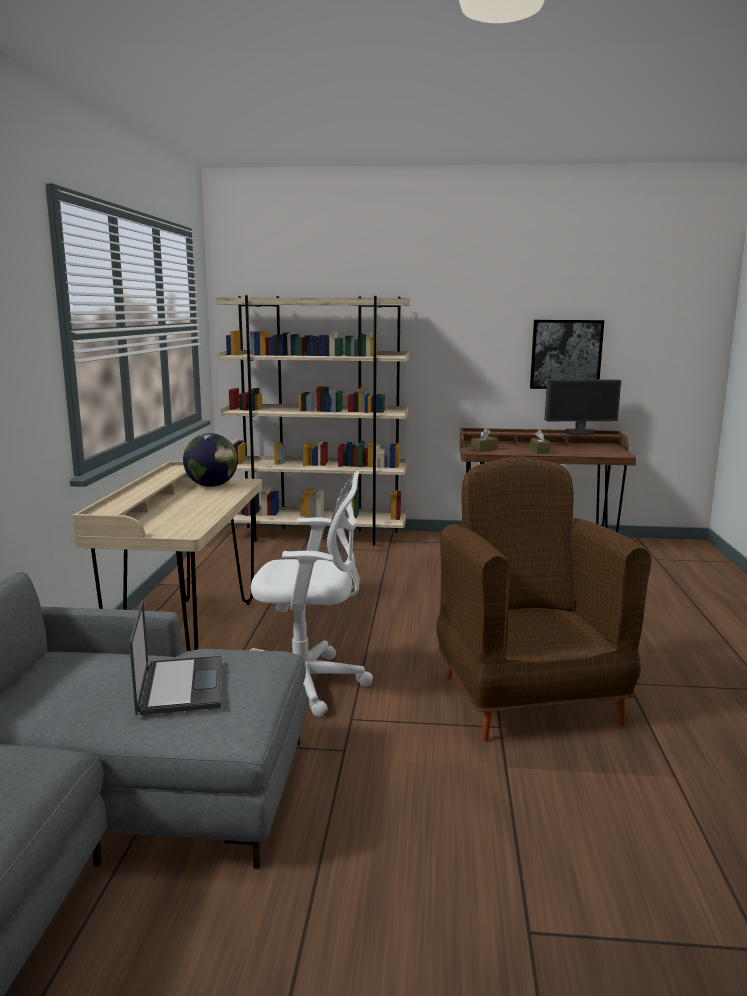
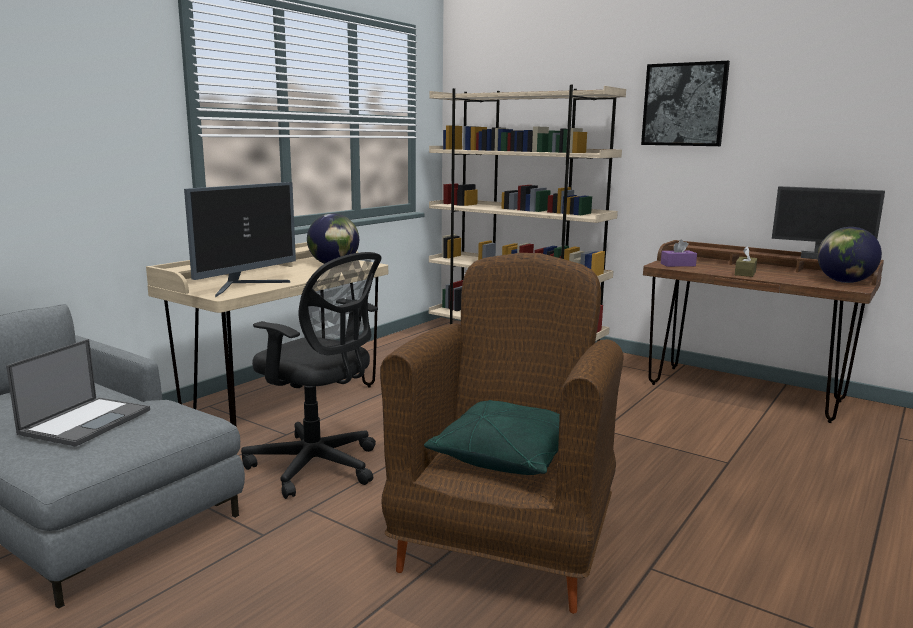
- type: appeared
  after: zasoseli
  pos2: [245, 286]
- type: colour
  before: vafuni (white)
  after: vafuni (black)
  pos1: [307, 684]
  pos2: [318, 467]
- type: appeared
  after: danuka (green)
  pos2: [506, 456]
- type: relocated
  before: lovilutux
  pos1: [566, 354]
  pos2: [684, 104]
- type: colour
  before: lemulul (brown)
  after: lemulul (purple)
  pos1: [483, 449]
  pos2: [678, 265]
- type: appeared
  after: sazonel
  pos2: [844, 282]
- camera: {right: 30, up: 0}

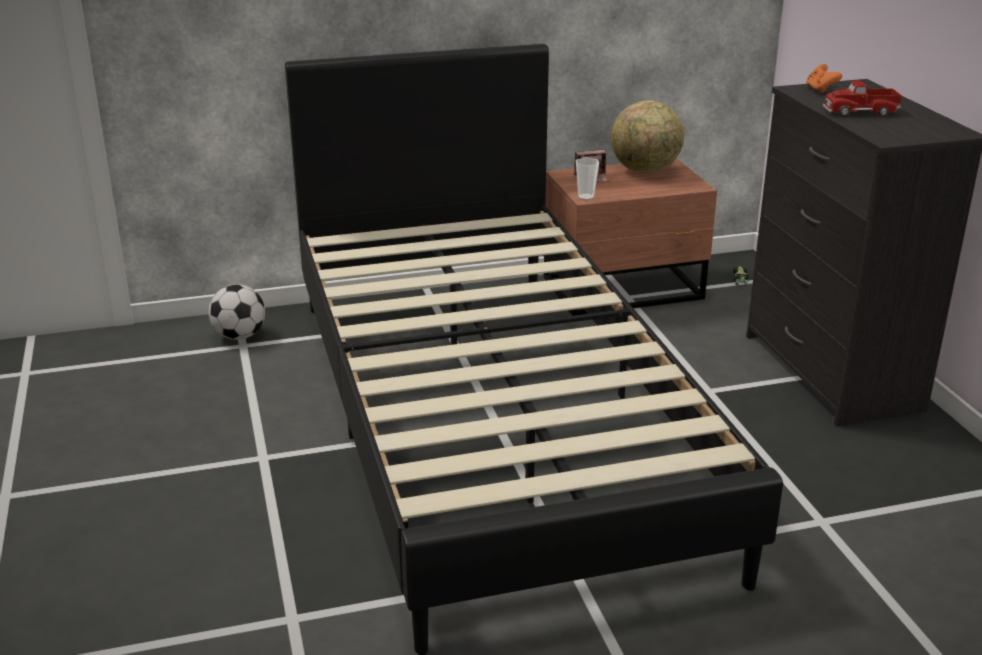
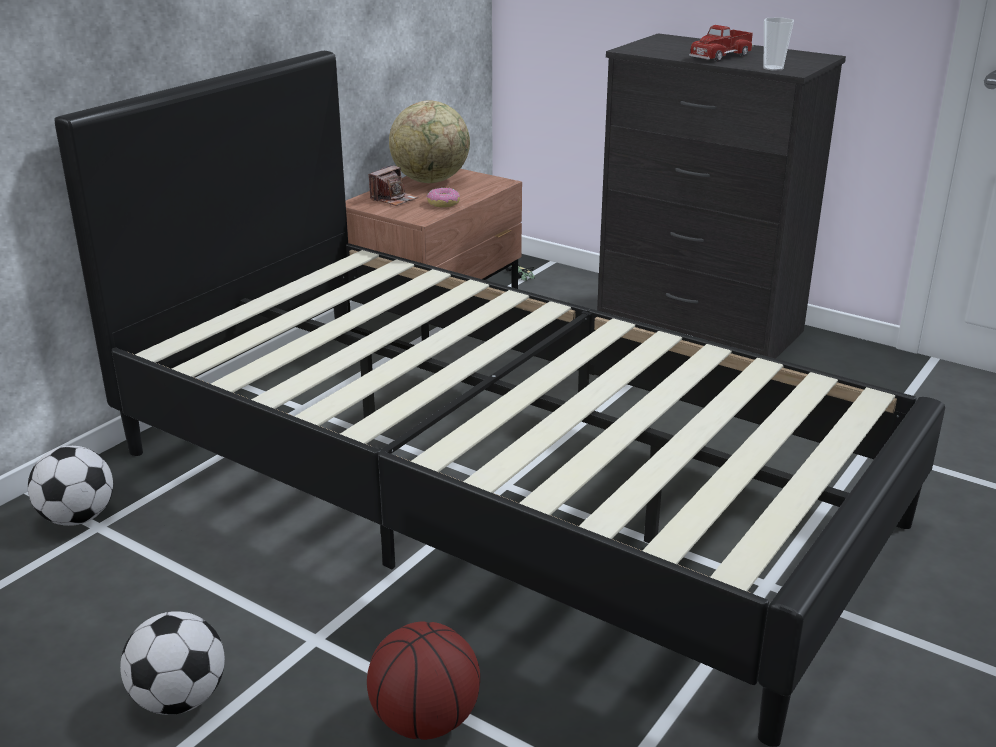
- type: appeared
  after: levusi
  pos2: [180, 699]
- type: appeared
  after: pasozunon
  pos2: [426, 721]
- type: appeared
  after: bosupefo
  pos2: [443, 204]
- type: relocated
  before: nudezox
  pos1: [585, 197]
  pos2: [773, 68]
- type: missing
  before: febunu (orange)
  pos1: [820, 90]
- camera: {right: -40, up: 0}

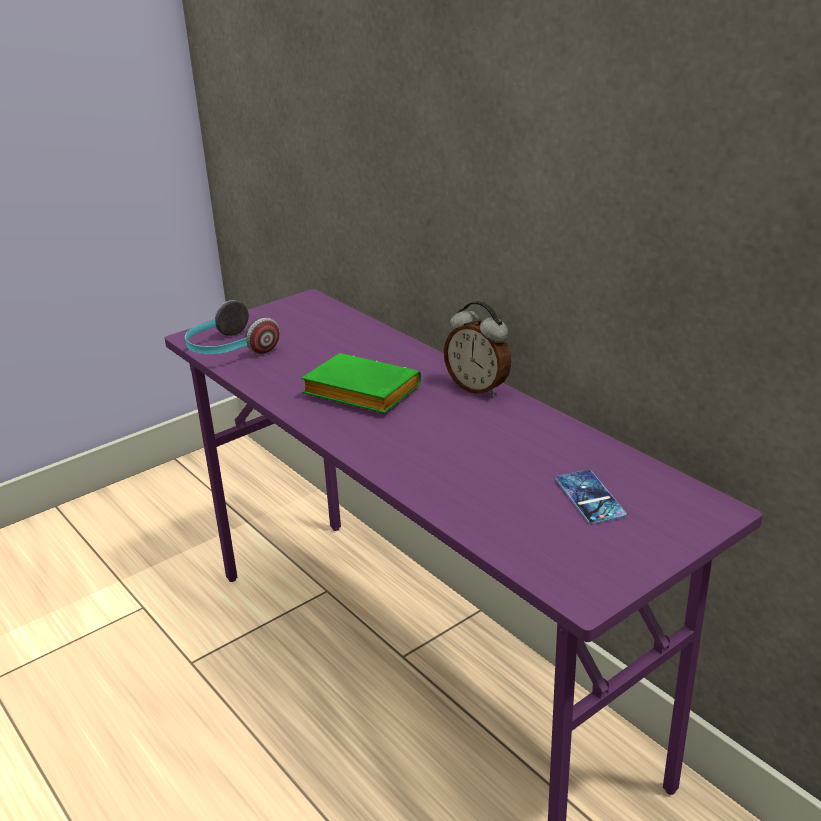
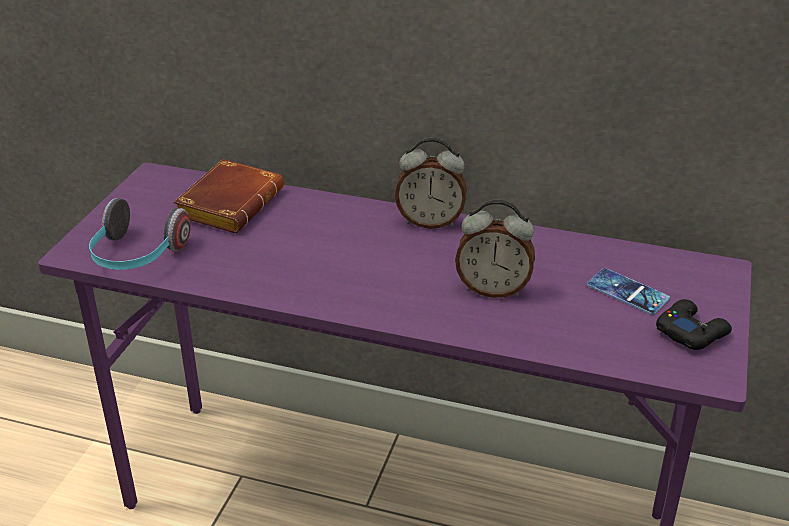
- type: appeared
  after: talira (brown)
  pos2: [229, 203]
- type: appeared
  after: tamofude
  pos2: [493, 289]
- type: appeared
  after: febunu (black)
  pos2: [691, 332]
- type: missing
  before: talira (green)
  pos1: [358, 393]
- camera: {right: -35, up: 5}

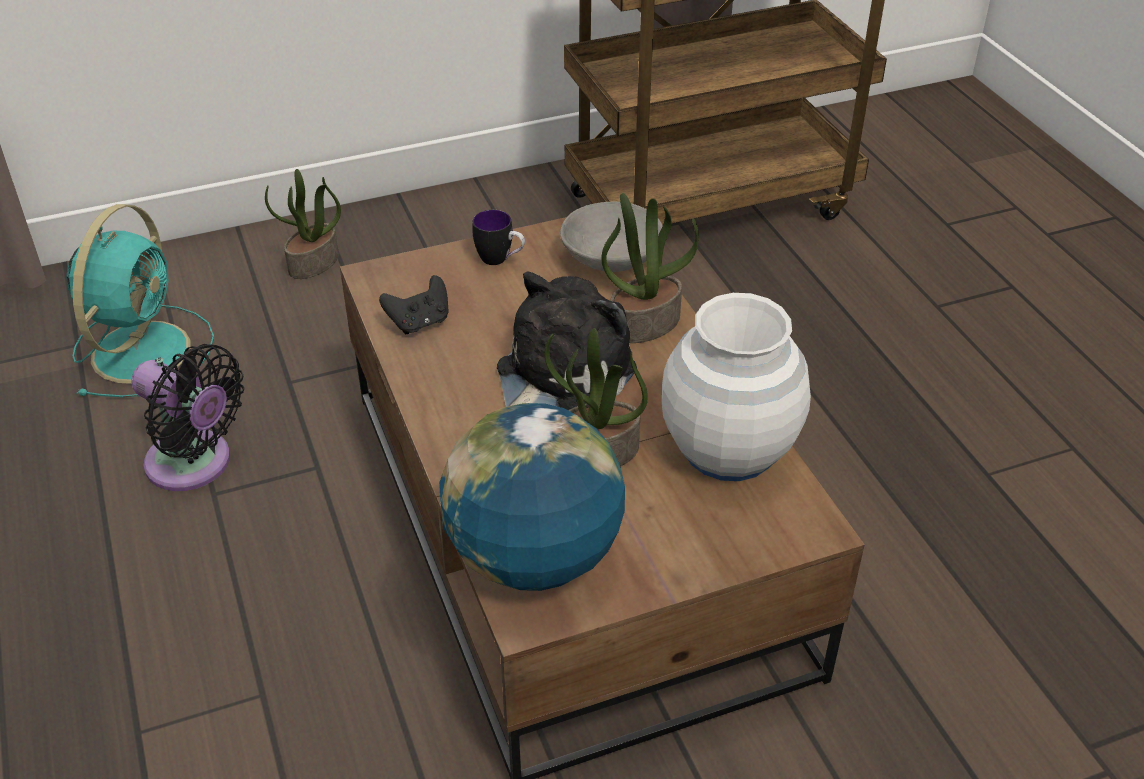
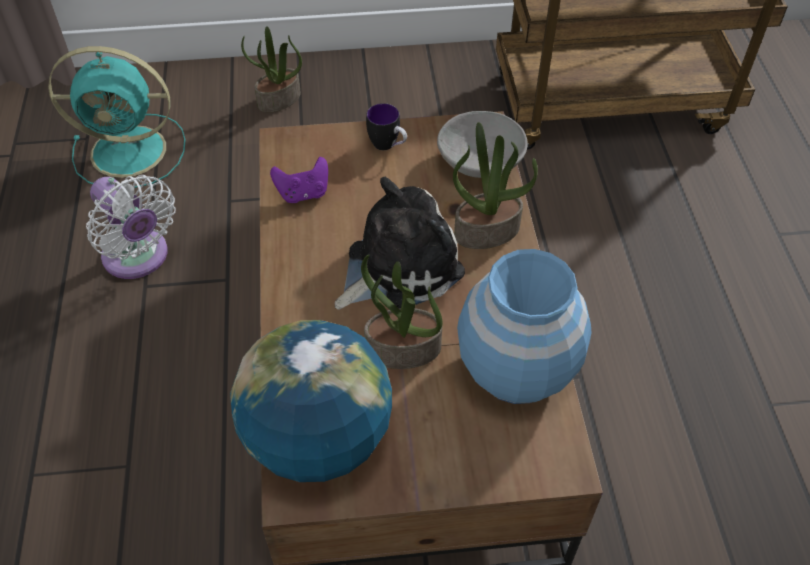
- type: spun
  before: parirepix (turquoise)
  pos1: [143, 349]
  pos2: [132, 151]
  turn: 60
- type: colour
  before: parirepix (black)
  after: parirepix (white)
  pos1: [195, 465]
  pos2: [139, 258]
- type: colour
  before: febunu (black)
  after: febunu (purple)
  pos1: [419, 322]
  pos2: [303, 193]
- type: colour
  before: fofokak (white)
  after: fofokak (blue)
  pos1: [728, 448]
  pos2: [516, 369]
- camera: {right: 15, up: 10}

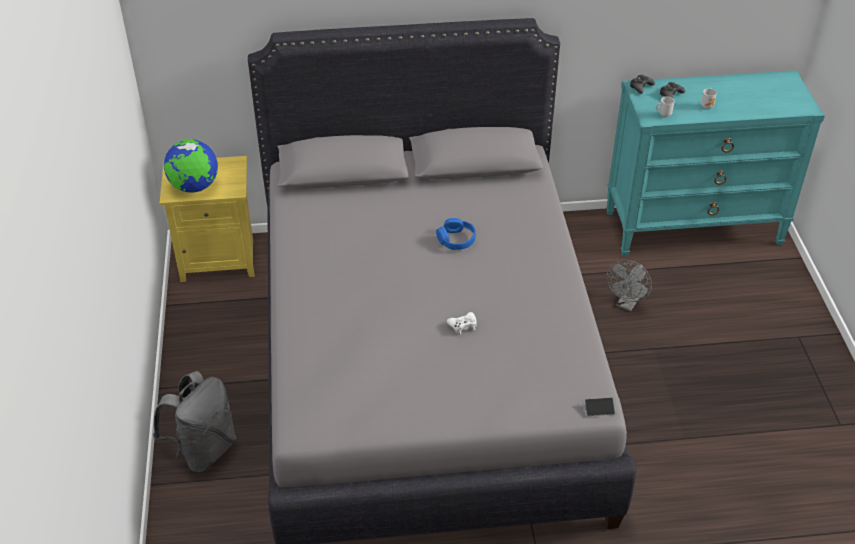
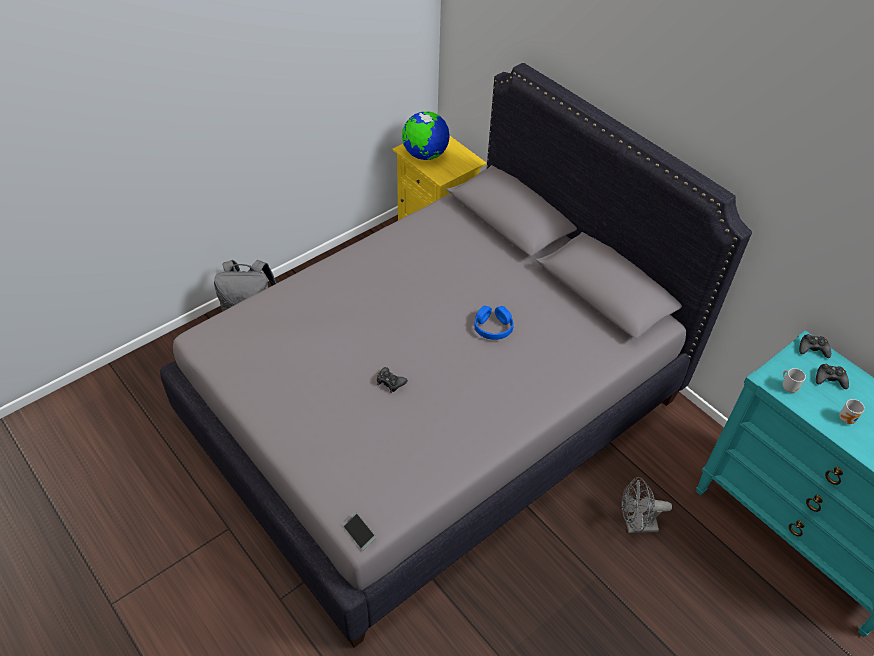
- type: colour
  before: febunu (white)
  after: febunu (black)
  pos1: [463, 325]
  pos2: [390, 382]
- camera: {right: 55, up: 5}

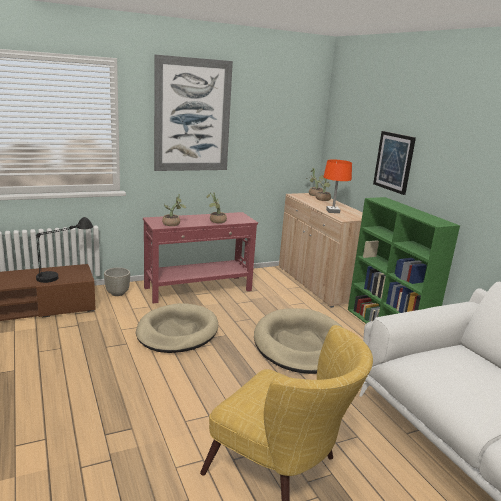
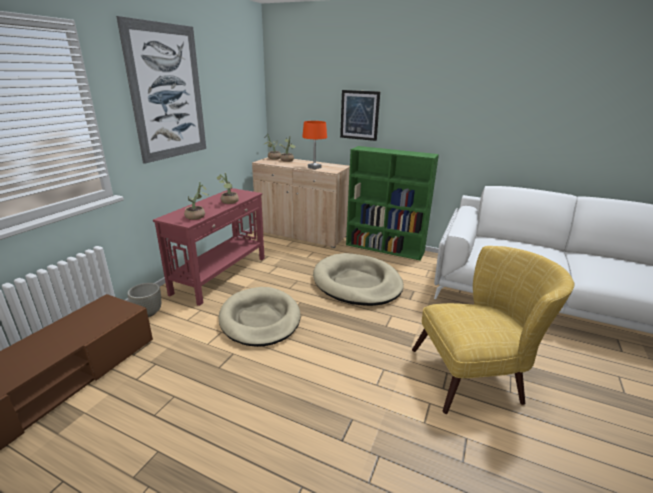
- type: missing
  before: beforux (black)
  pos1: [64, 273]
- camera: {right: -40, up: 5}

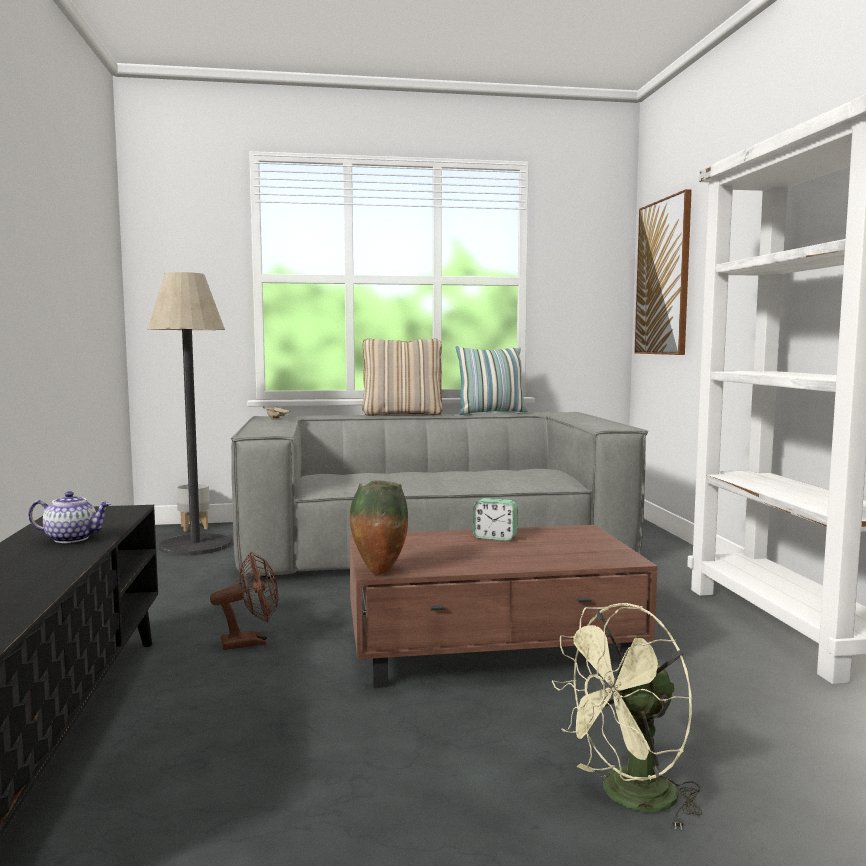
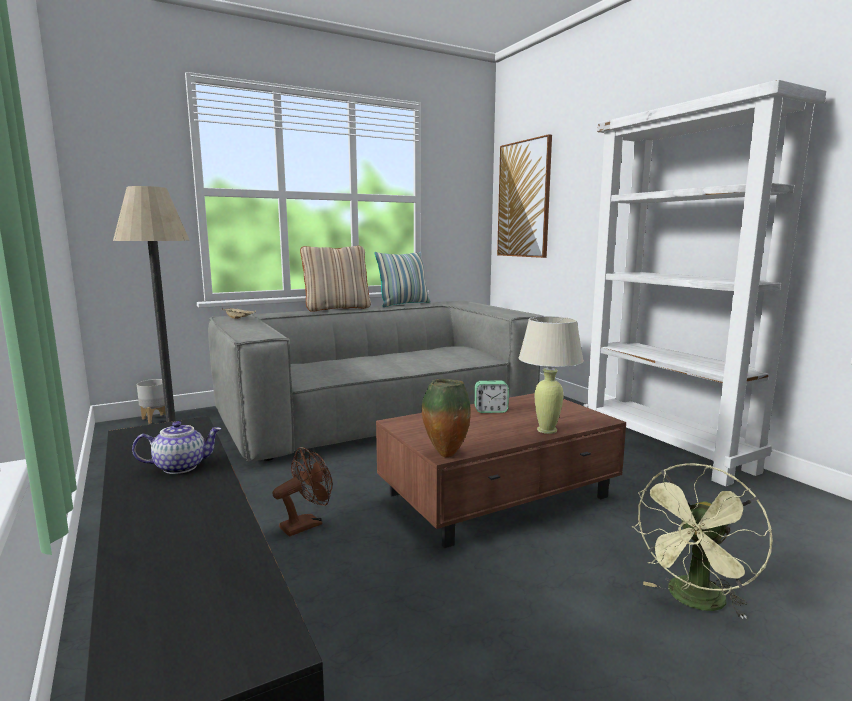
- type: appeared
  after: beforux (beige)
  pos2: [547, 430]
- camera: {right: -20, up: 5}

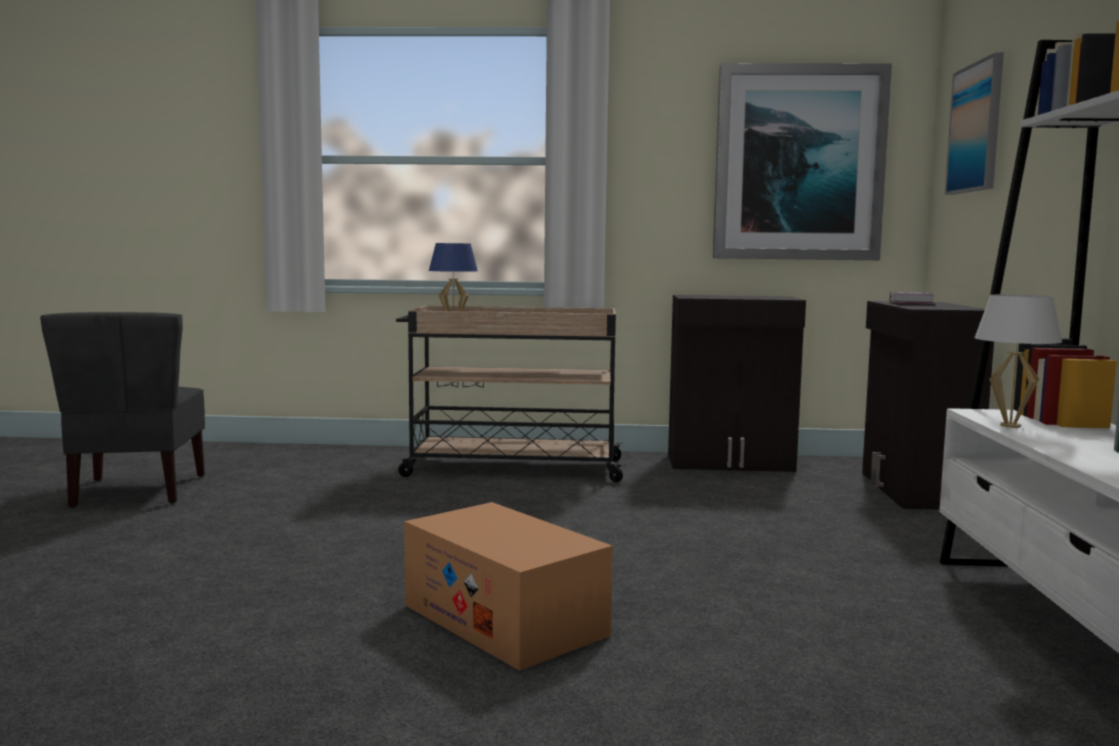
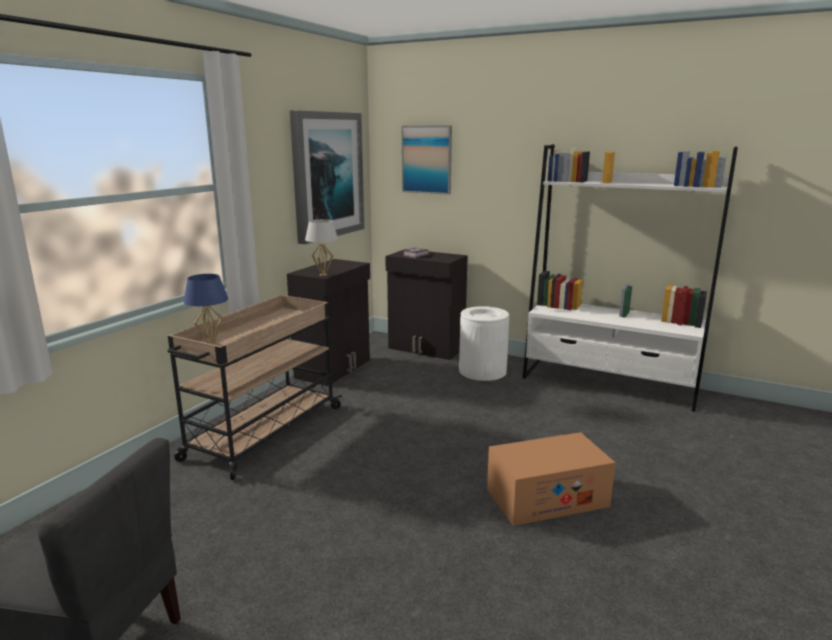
- type: relocated
  before: beforux (white)
  pos1: [1010, 426]
  pos2: [323, 275]
- type: appeared
  after: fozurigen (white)
  pos2: [483, 371]
- camera: {right: -65, up: 10}

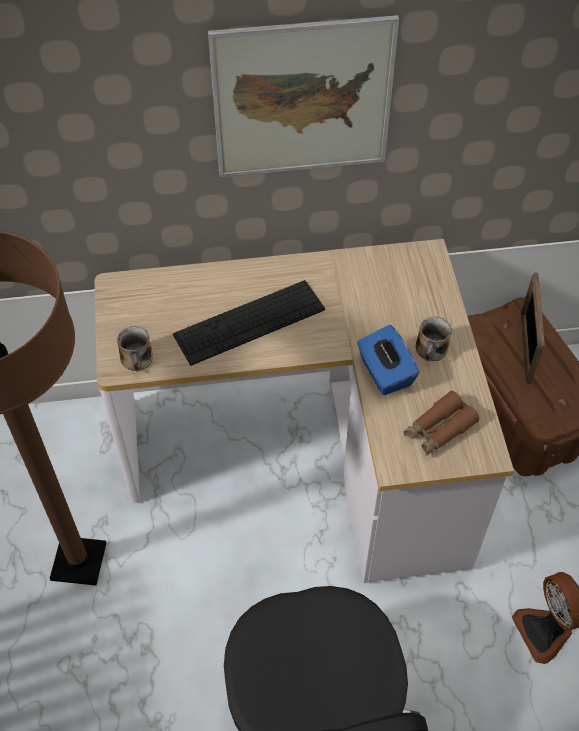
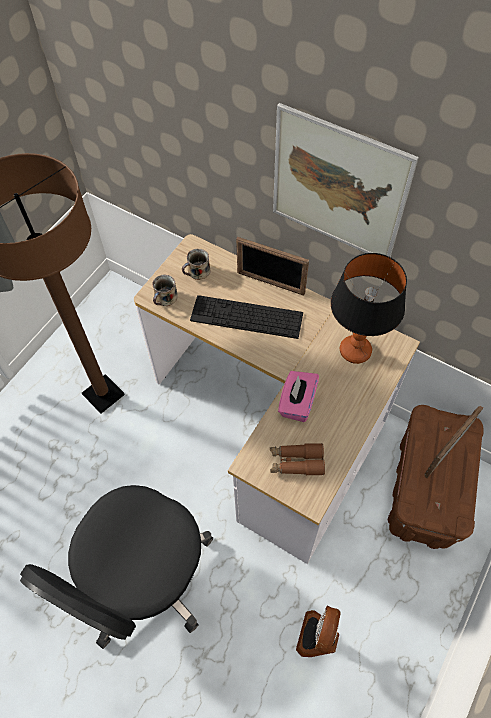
- type: relocated
  before: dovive
  pos1: [431, 350]
  pos2: [197, 271]
- type: appeared
  after: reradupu
  pos2: [270, 283]
- type: colour
  before: lemulul (blue)
  after: lemulul (pink)
  pos1: [384, 373]
  pos2: [297, 403]
- type: appeared
  after: beforux
  pos2: [355, 351]
- camera: {right: 40, up: 5}

